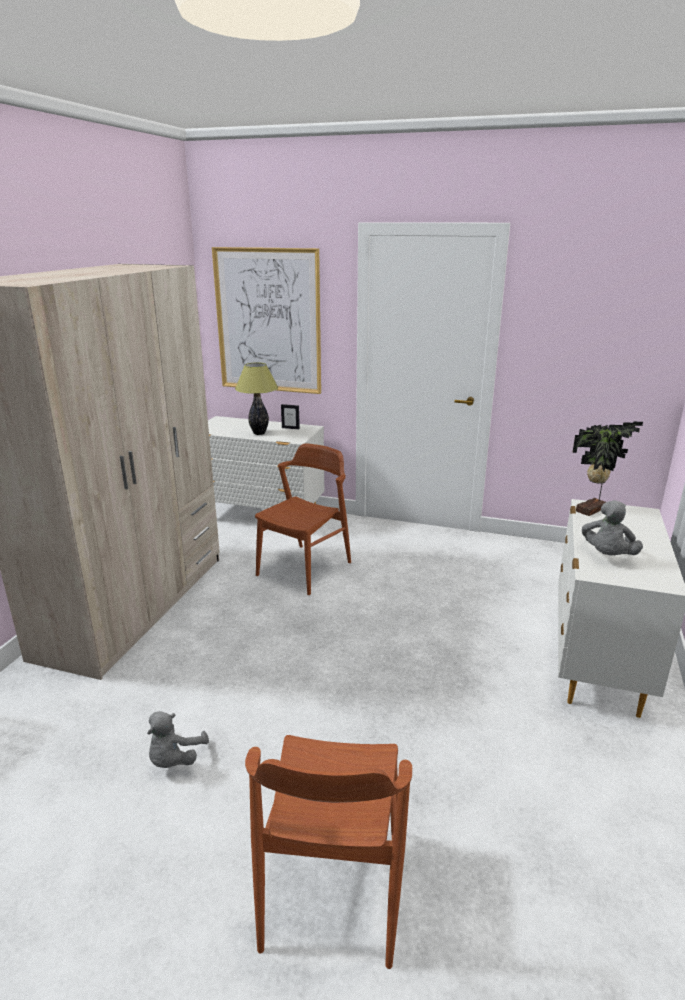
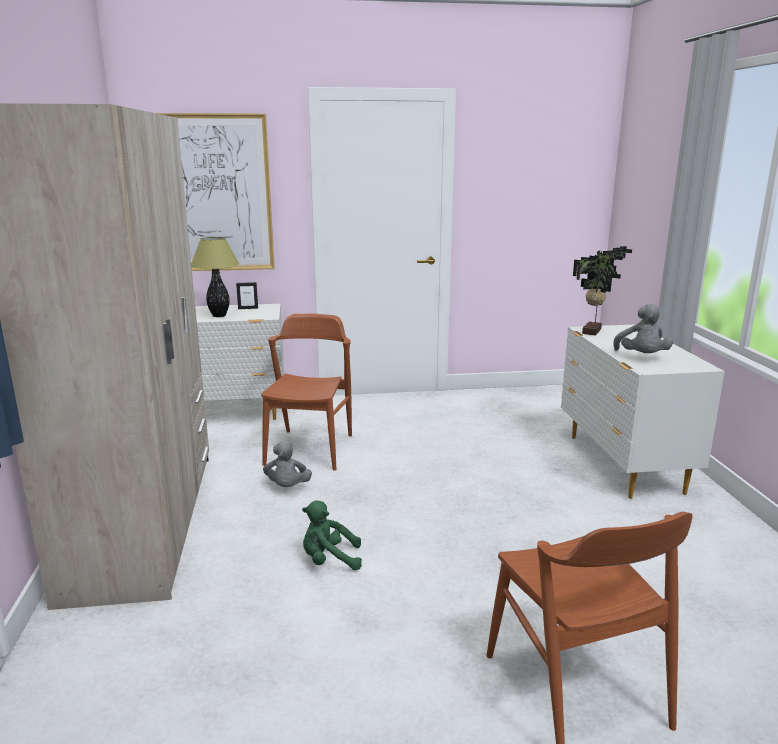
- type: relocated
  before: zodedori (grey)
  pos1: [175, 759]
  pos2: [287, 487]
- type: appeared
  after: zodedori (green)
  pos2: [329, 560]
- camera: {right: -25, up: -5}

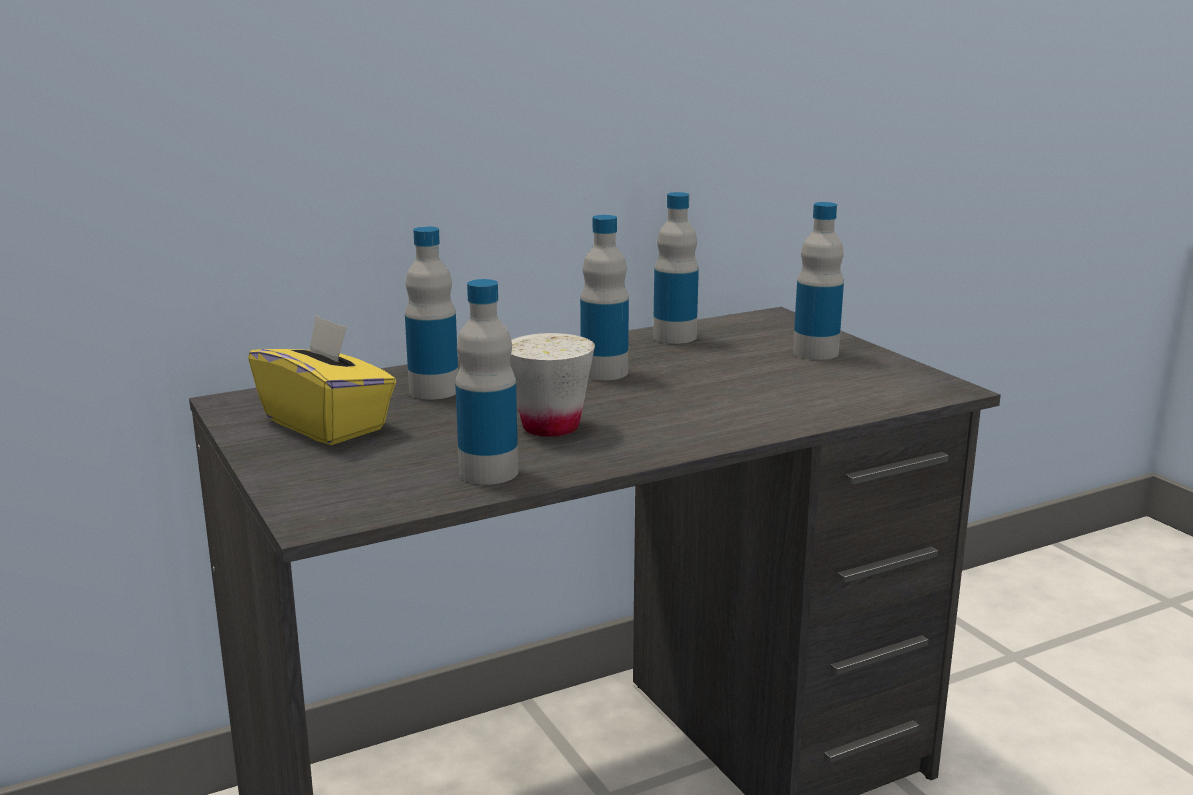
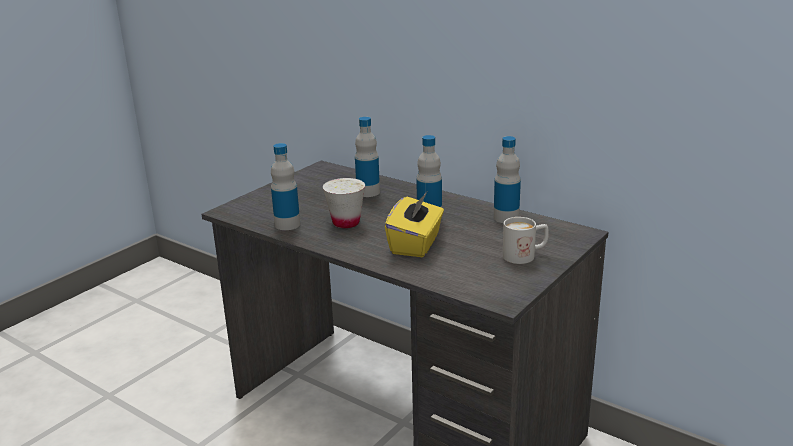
- type: relocated
  before: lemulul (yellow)
  pos1: [327, 424]
  pos2: [416, 244]
- type: exchanged
  before: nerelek
  after: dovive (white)
  pos1: [815, 352]
  pos2: [525, 255]
- camera: {right: 65, up: 5}

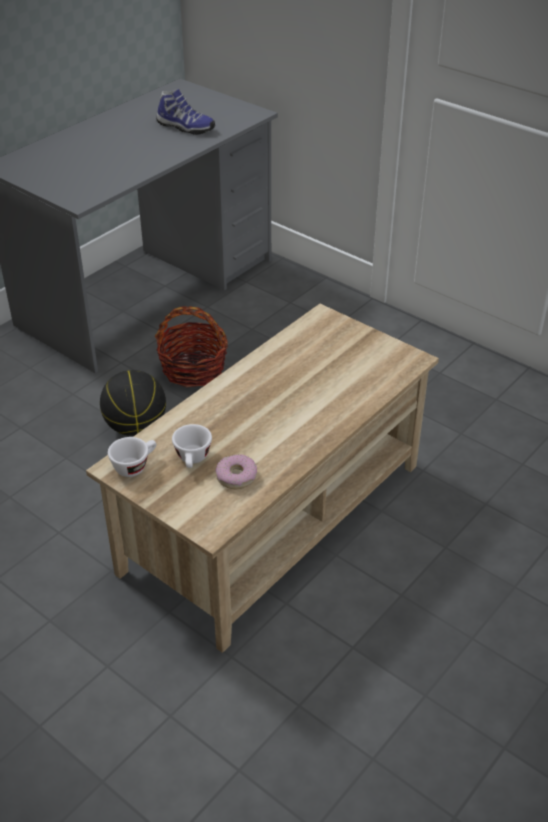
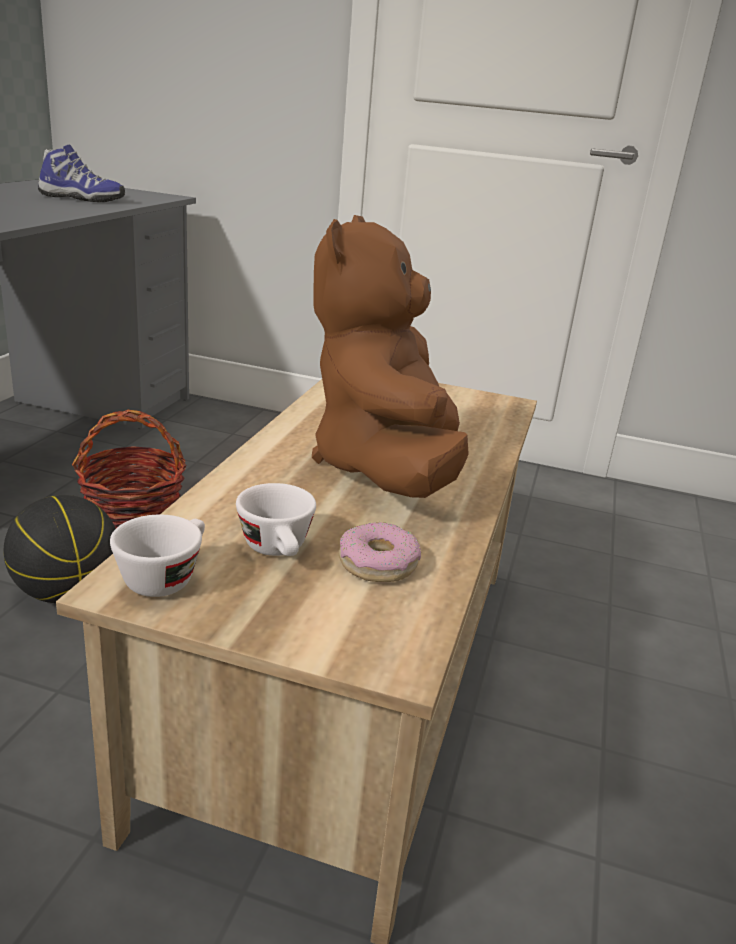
- type: appeared
  after: zodedori (brown)
  pos2: [386, 469]
- camera: {right: -25, up: -15}

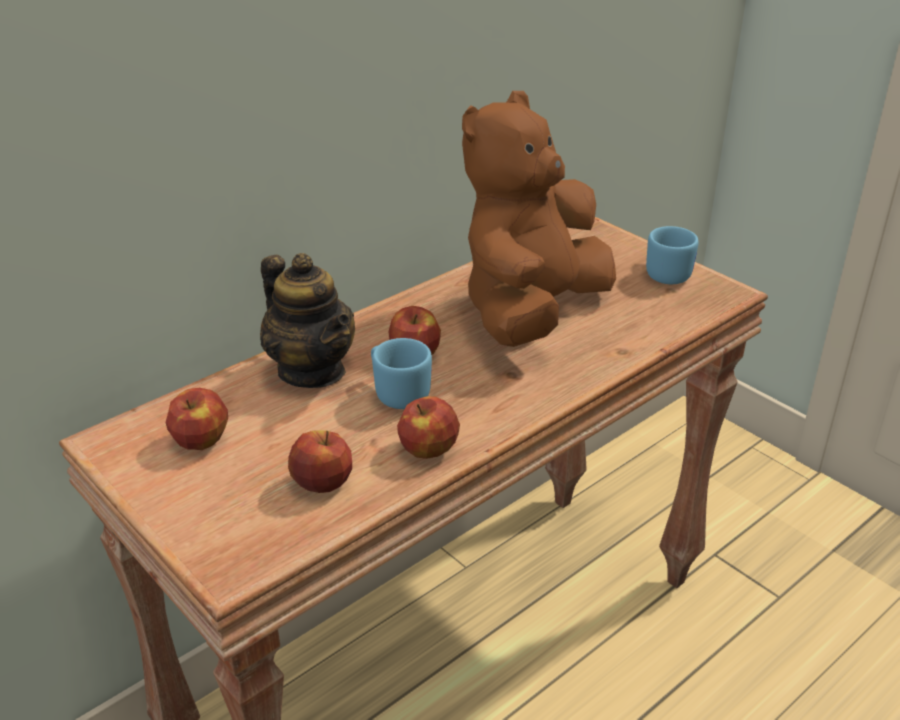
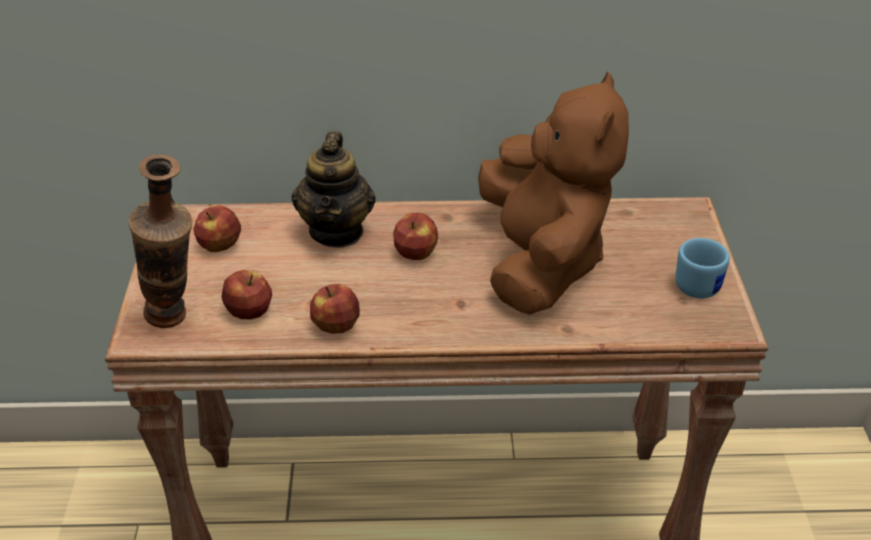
- type: appeared
  after: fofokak
  pos2: [177, 321]
- type: spun
  before: zodedori (brown)
  pos1: [531, 312]
  pos2: [541, 263]
  turn: 105
- type: missing
  before: dovive (blue)
  pos1: [398, 392]
- camera: {right: 40, up: 5}

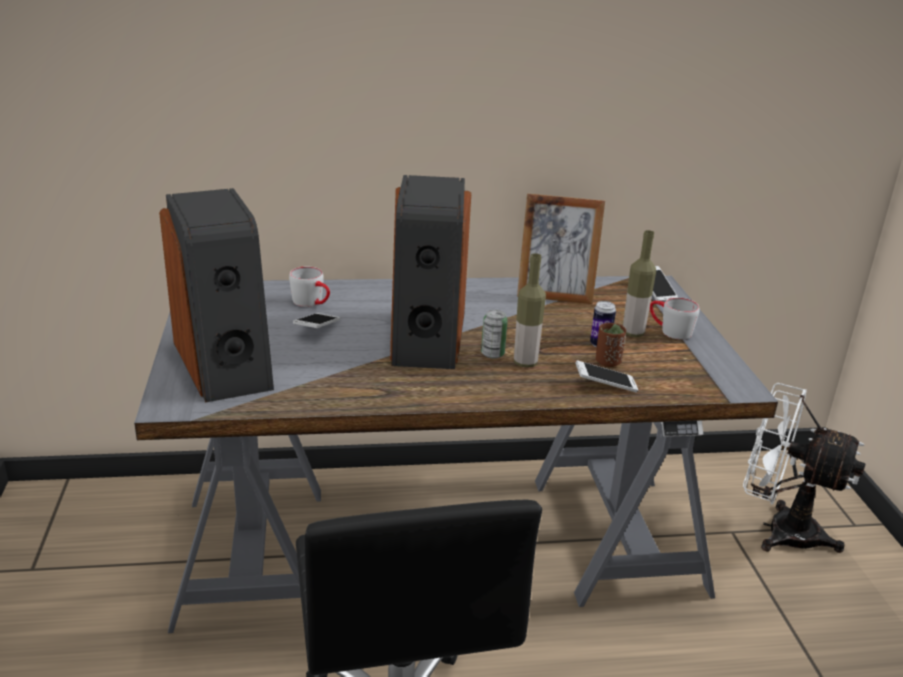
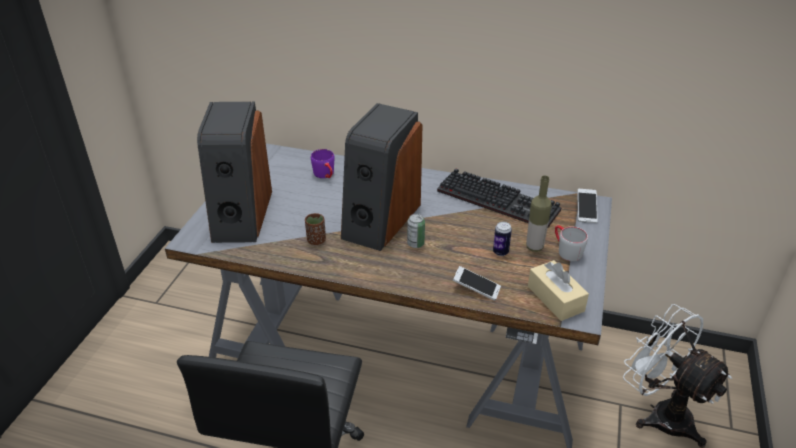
- type: relocated
  before: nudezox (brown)
  pos1: [608, 362]
  pos2: [316, 240]
- type: colour
  before: dovive (grey)
  after: dovive (purple)
  pos1: [312, 303]
  pos2: [326, 175]
- type: exchanged
  before: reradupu
  after: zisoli
  pos1: [555, 296]
  pos2: [500, 200]
- type: appeared
  after: lemulul (beige)
  pos2: [555, 298]
- type: missing
  before: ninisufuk
  pos1: [317, 328]
- type: missing
  before: nerelek
  pos1: [525, 363]
- camera: {right: 25, up: 10}

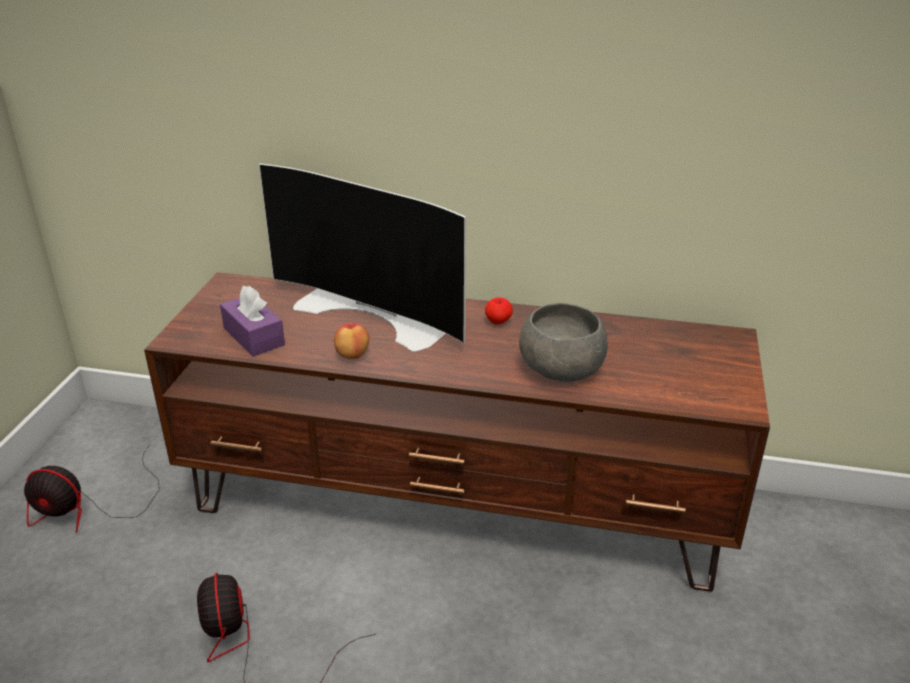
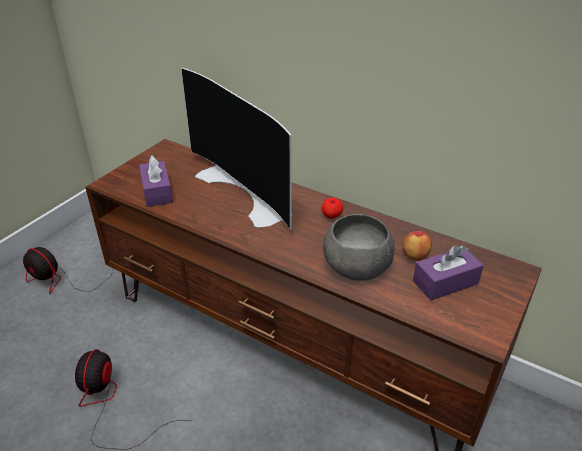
- type: relocated
  before: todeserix
  pos1: [352, 355]
  pos2: [415, 256]
- type: appeared
  after: lemulul (purple)
  pos2: [445, 282]
- camera: {right: 20, up: 5}

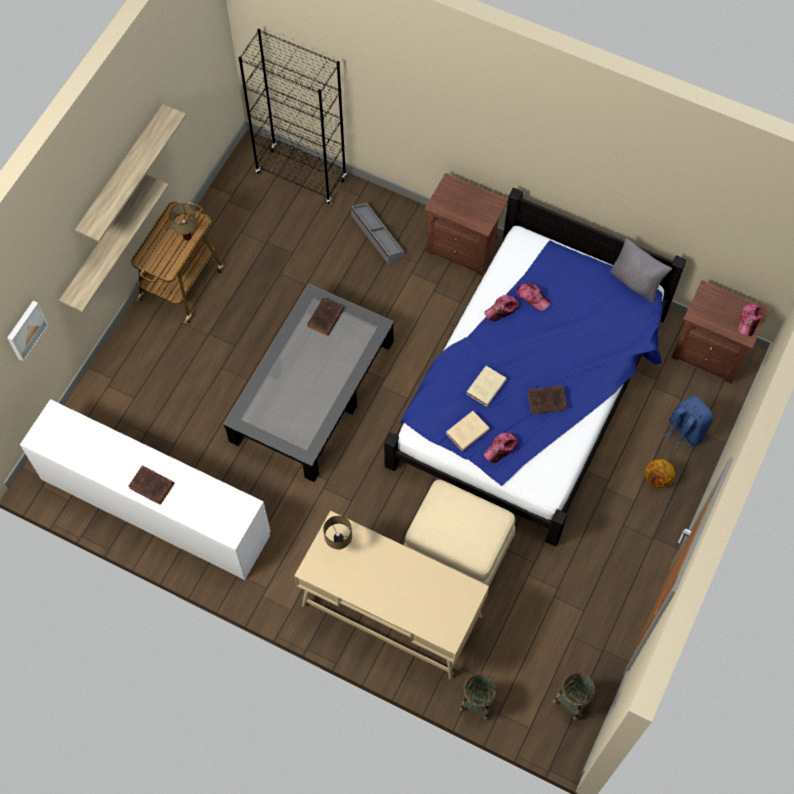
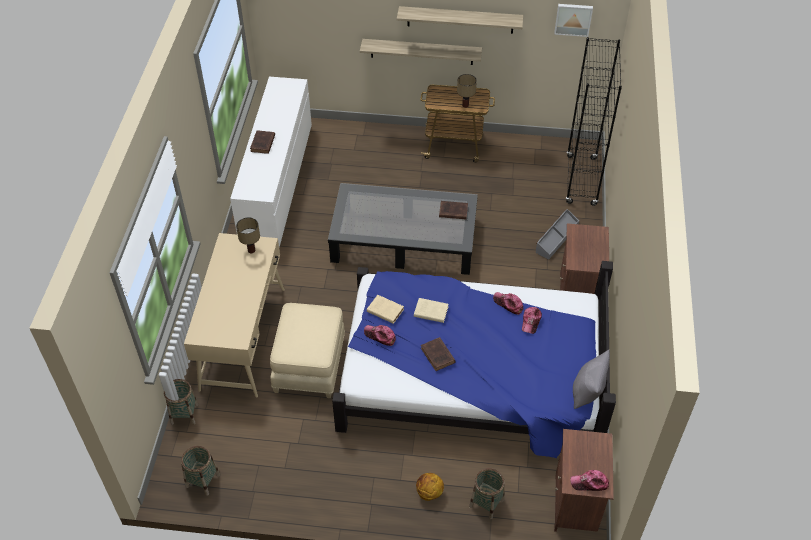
- type: exchanged
  before: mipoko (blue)
  after: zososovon
  pos1: [684, 431]
  pos2: [486, 503]
- type: relocated
  before: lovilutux
  pos1: [25, 330]
  pos2: [573, 19]
- camera: {right: 70, up: -15}

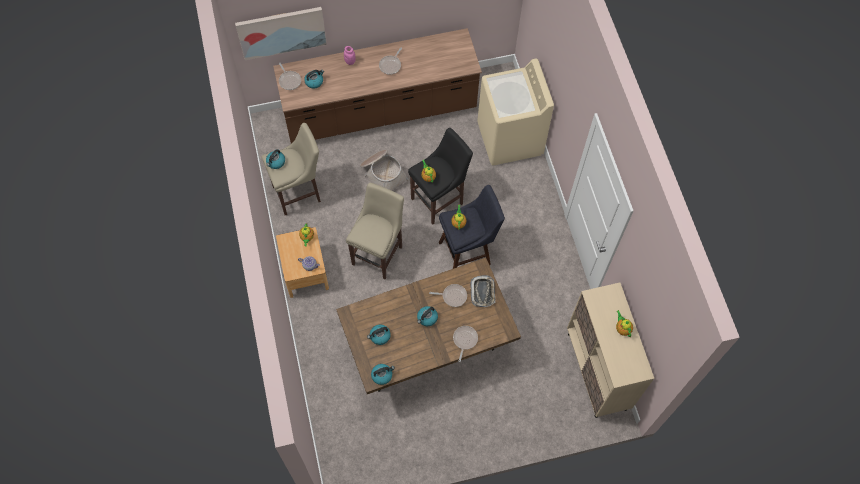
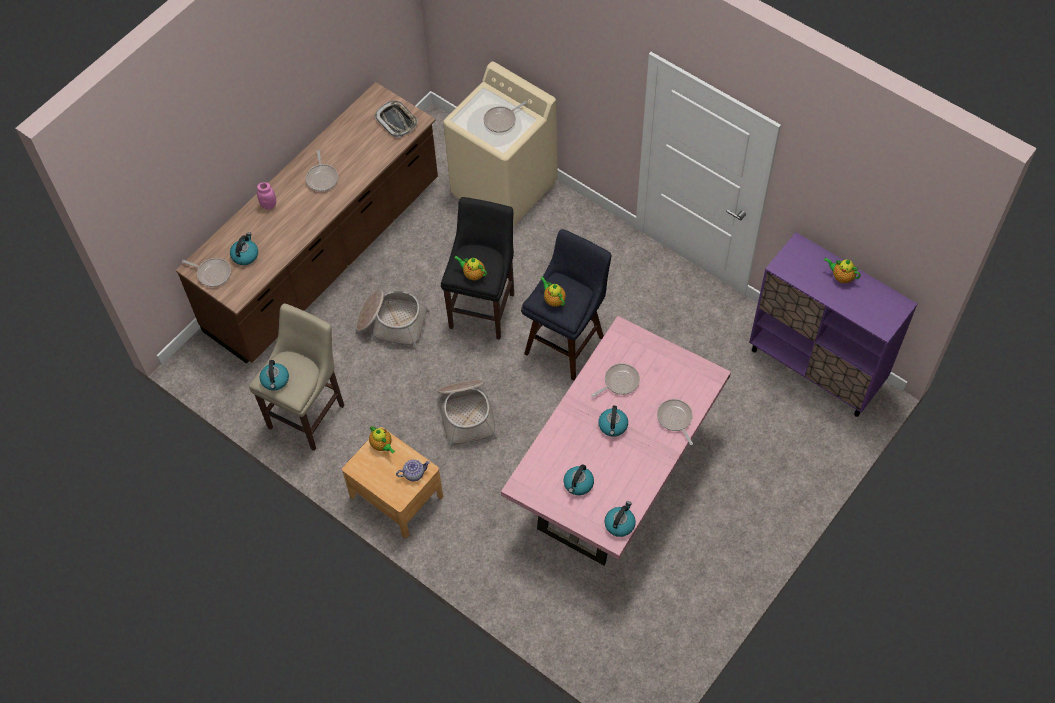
- type: relocated
  before: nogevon
  pos1: [483, 292]
  pos2: [397, 121]
- type: exchanged
  before: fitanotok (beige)
  after: zososovon
  pos1: [379, 253]
  pos2: [466, 414]
- type: appeared
  after: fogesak
  pos2: [501, 120]
- type: colour
  before: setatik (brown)
  after: setatik (pink)
  pos1: [426, 348]
  pos2: [614, 477]
- type: colour
  before: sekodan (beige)
  after: sekodan (purple)
  pos1: [597, 371]
  pos2: [816, 368]
- type: missing
  before: lovilutux
  pos1: [281, 32]
- camera: {right: -35, up: -5}

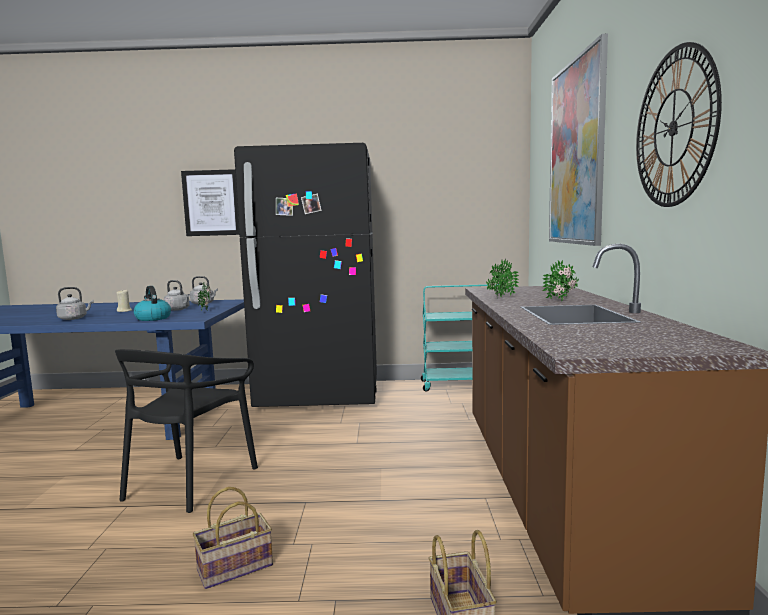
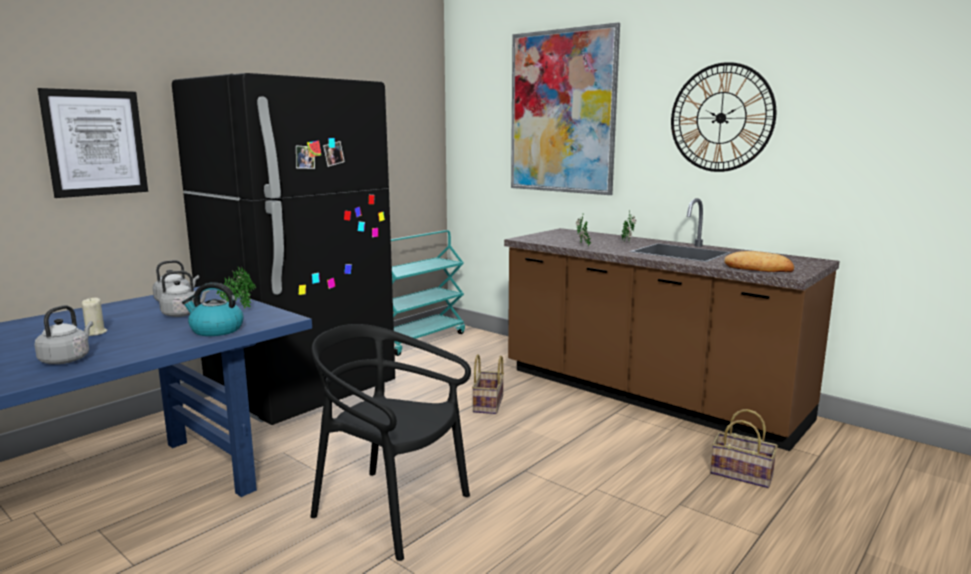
- type: spun
  before: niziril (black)
  pos1: [189, 482]
  pos2: [390, 510]
  turn: 150
- type: relocated
  before: zososovon
  pos1: [233, 569]
  pos2: [489, 404]
- type: appeared
  after: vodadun
  pos2: [758, 269]
- camera: {right: -50, up: 5}

